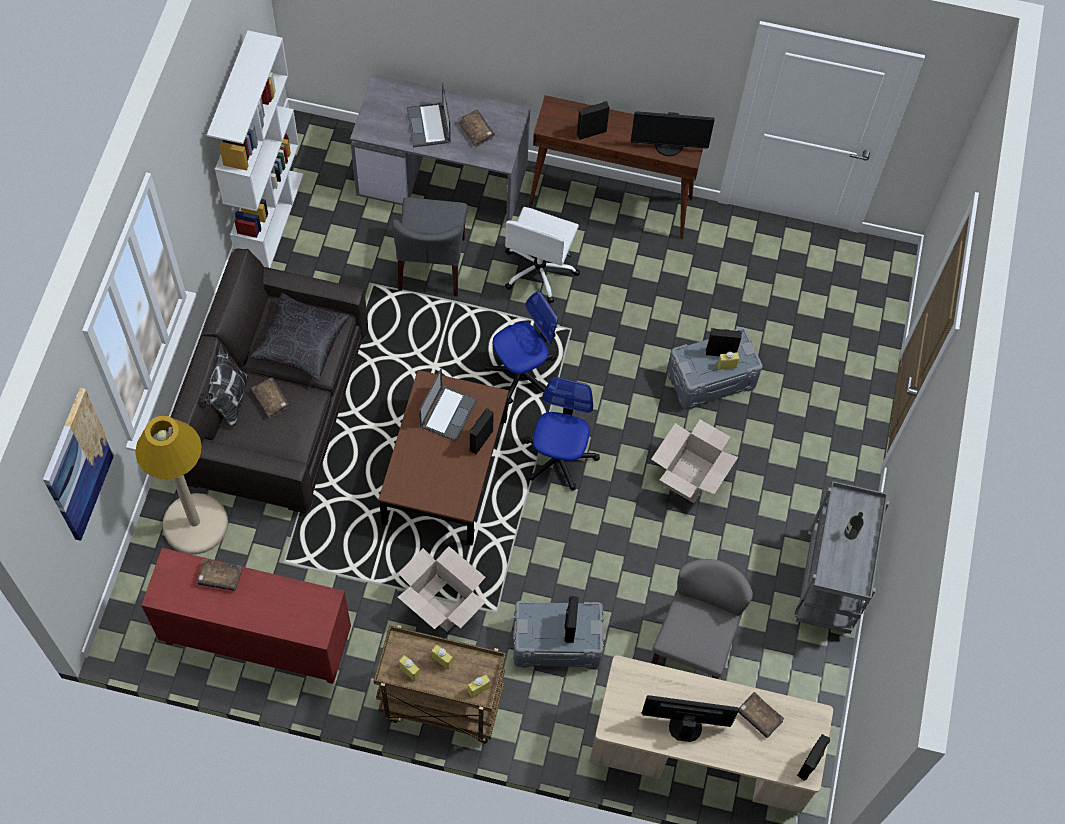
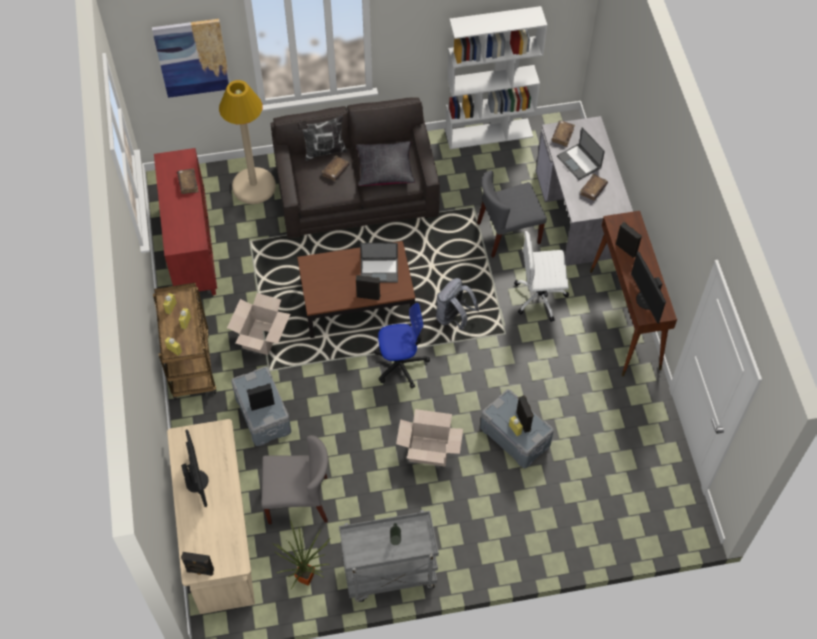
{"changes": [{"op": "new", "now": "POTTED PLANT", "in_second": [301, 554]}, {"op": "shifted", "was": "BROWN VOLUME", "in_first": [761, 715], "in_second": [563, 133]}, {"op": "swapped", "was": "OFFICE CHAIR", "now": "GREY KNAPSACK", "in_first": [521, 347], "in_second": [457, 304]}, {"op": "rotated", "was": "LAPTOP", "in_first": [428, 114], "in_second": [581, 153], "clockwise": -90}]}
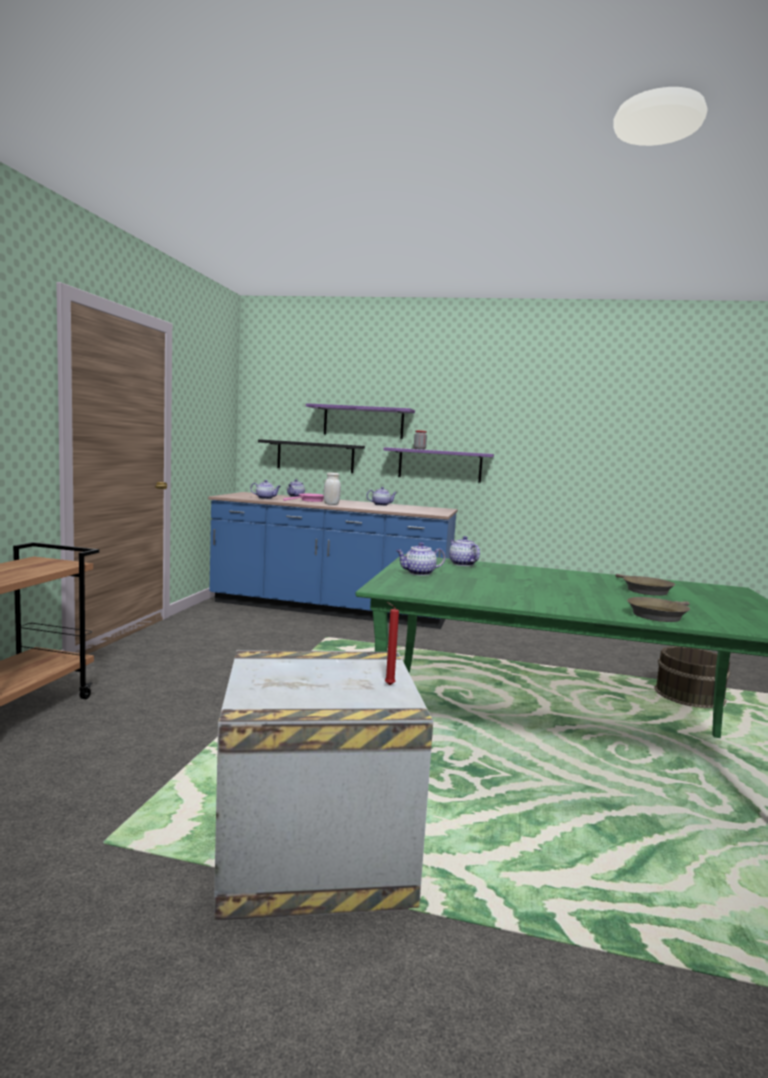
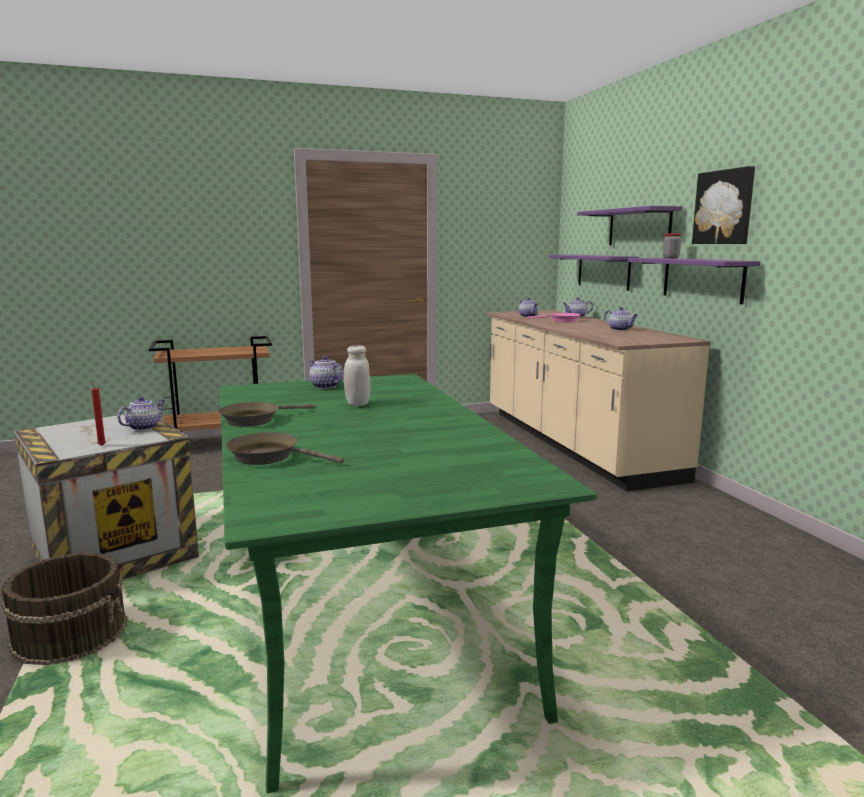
{"changes": [{"op": "new", "now": "PICTURE", "in_second": [723, 205]}, {"op": "shifted", "was": "WHITISH STORAGE JAR", "in_first": [332, 488], "in_second": [357, 375]}, {"op": "shifted", "was": "TEAPOT", "in_first": [464, 551], "in_second": [140, 413]}, {"op": "shifted", "was": "BROWN SKILLET", "in_first": [645, 585], "in_second": [266, 414]}, {"op": "shifted", "was": "BROWN WATER BUCKET", "in_first": [692, 677], "in_second": [64, 608]}, {"op": "repainted", "was": "BLUE KITCHEN BASE UNIT", "now": "SAND-COLOURED KITCHEN BASE UNIT", "in_first": [333, 560], "in_second": [599, 400]}, {"op": "repainted", "was": "BLACKISH SHELF", "now": "PURPLE SHELF", "in_first": [311, 456], "in_second": [594, 273]}]}
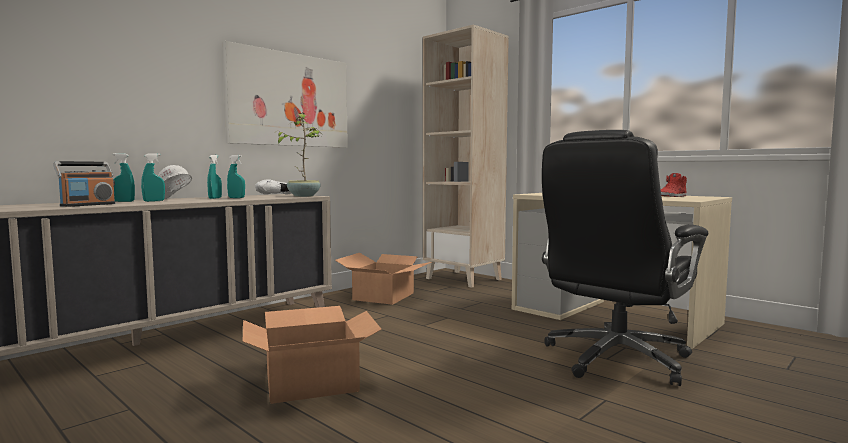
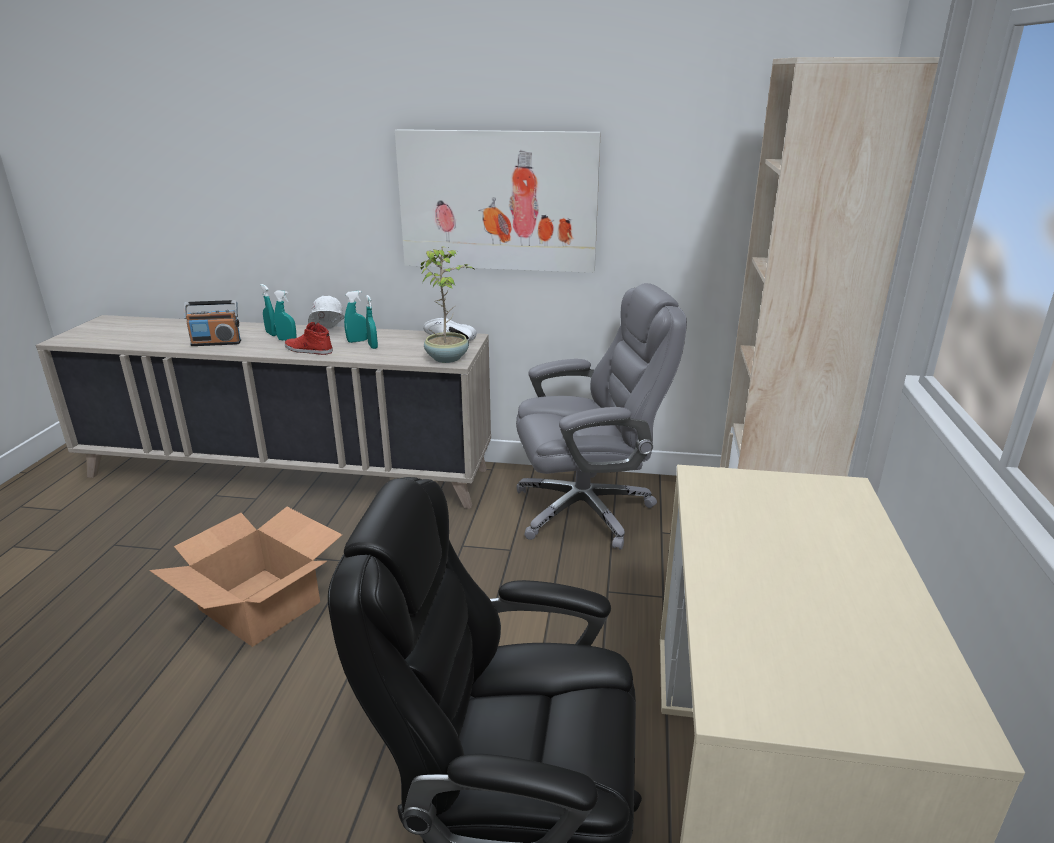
{"changes": [{"op": "shifted", "was": "RED ITEM OF FOOTWEAR", "in_first": [674, 185], "in_second": [309, 338]}, {"op": "swapped", "was": "CARTON", "now": "GREY OFFICE CHAIR", "in_first": [383, 279], "in_second": [601, 416]}]}
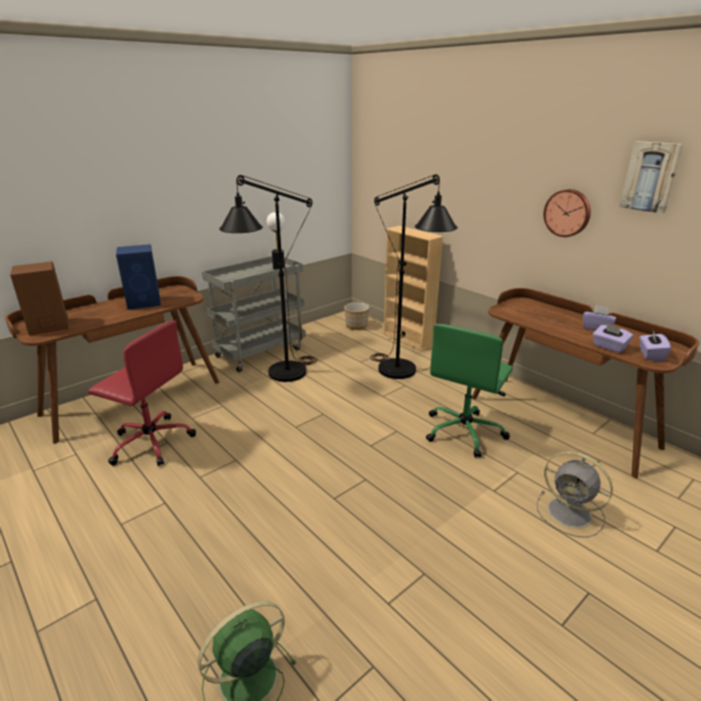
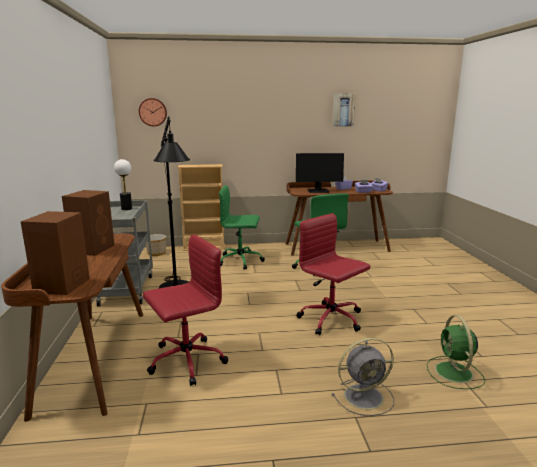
{"changes": [{"op": "new", "now": "MONITOR", "in_second": [320, 173]}, {"op": "new", "now": "RED OFFICE CHAIR", "in_second": [333, 274]}, {"op": "shifted", "was": "GREY COOLING FAN", "in_first": [575, 494], "in_second": [362, 377]}, {"op": "shifted", "was": "CLOCK ON THE WALL", "in_first": [567, 213], "in_second": [153, 112]}, {"op": "swapped", "was": "BLACKISH FLOOR LAMP", "now": "GREEN-COLOURED OFFICE CHAIR", "in_first": [414, 276], "in_second": [242, 227]}, {"op": "repainted", "was": "BLUE AUDIO SPEAKER", "now": "BROWN AUDIO SPEAKER", "in_first": [138, 277], "in_second": [88, 223]}]}
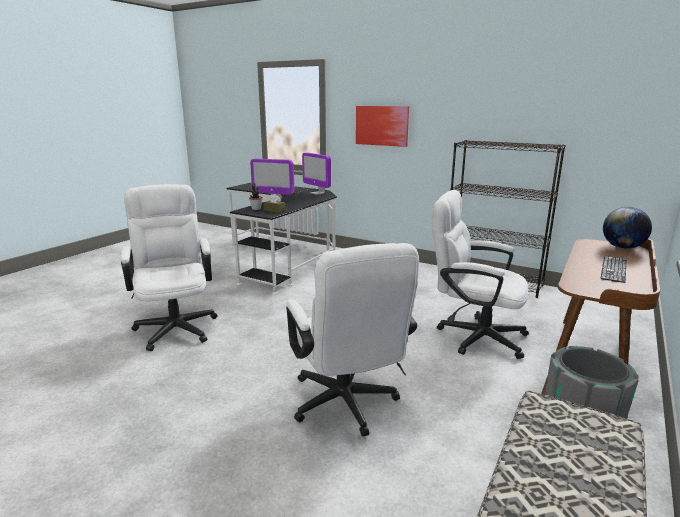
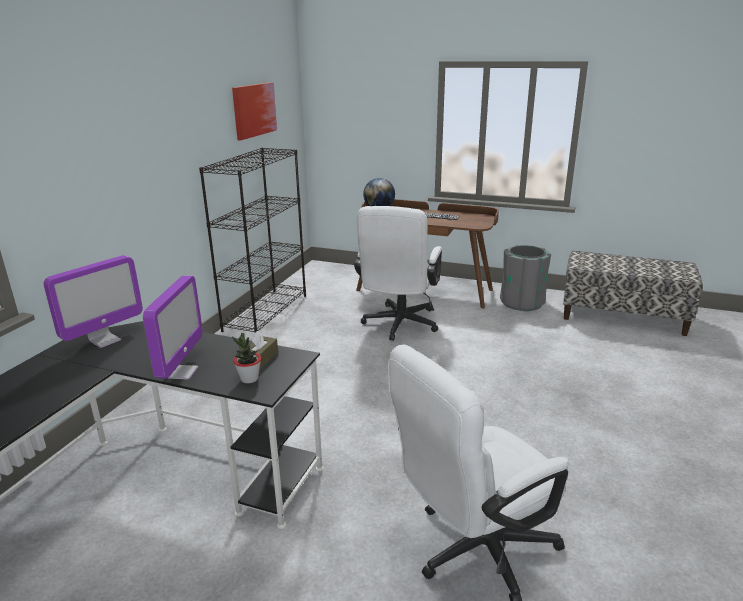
{"changes": [{"op": "gone", "was": "WHITISH OFFICE CHAIR", "in_first": [352, 339]}, {"op": "shifted", "was": "PICTURE", "in_first": [382, 126], "in_second": [254, 111]}]}
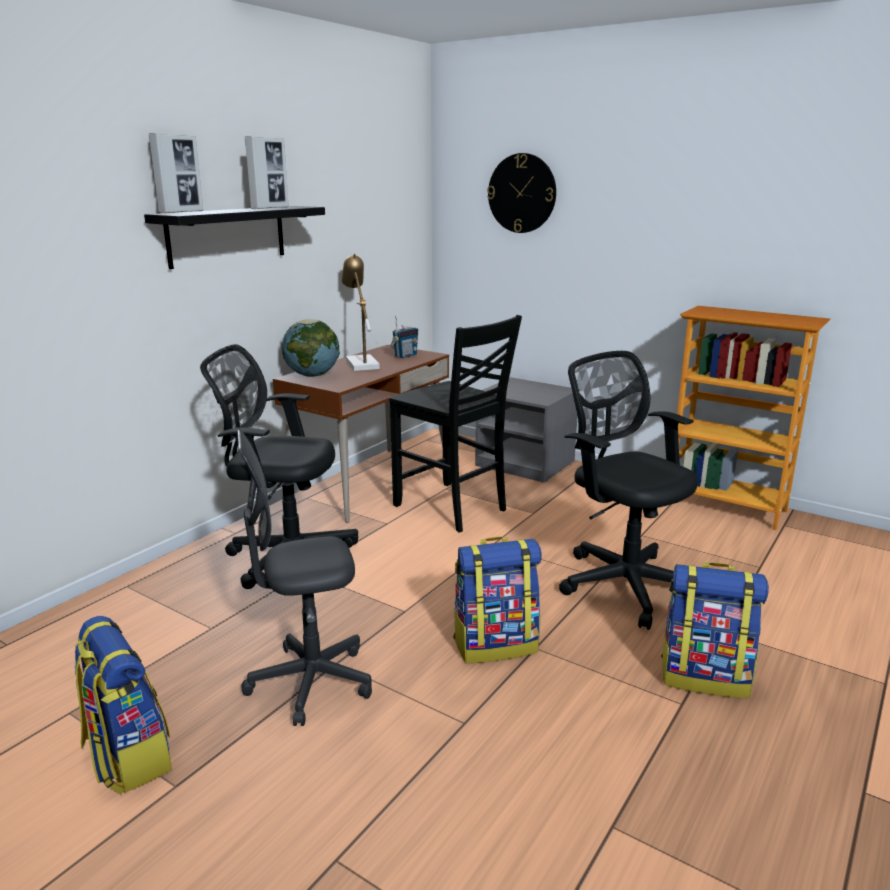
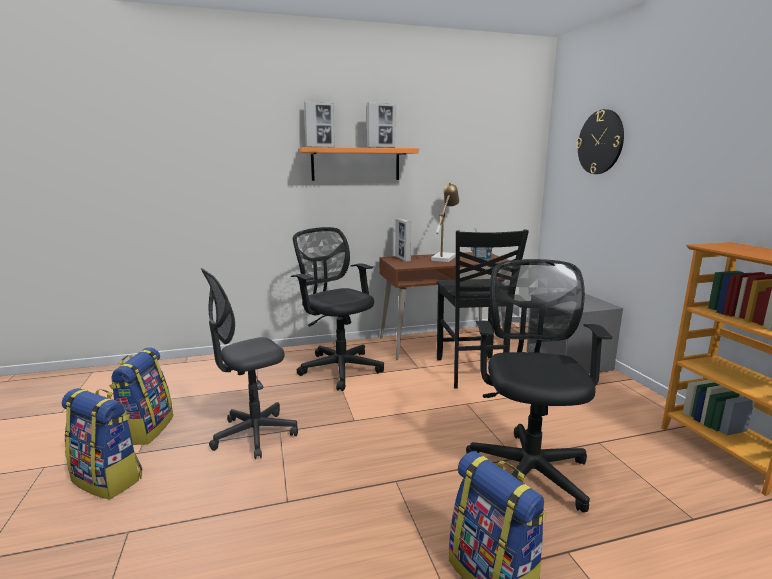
{"changes": [{"op": "shifted", "was": "KNAPSACK", "in_first": [497, 600], "in_second": [102, 444]}, {"op": "swapped", "was": "DESK GLOBE", "now": "PHOTO FRAME", "in_first": [311, 348], "in_second": [403, 240]}, {"op": "repainted", "was": "BLACKISH SHELF", "now": "ORANGEY SHELF", "in_first": [234, 237], "in_second": [359, 164]}, {"op": "rotated", "was": "GREY OFFICE CHAIR", "in_first": [304, 578], "in_second": [249, 363], "clockwise": -60}]}
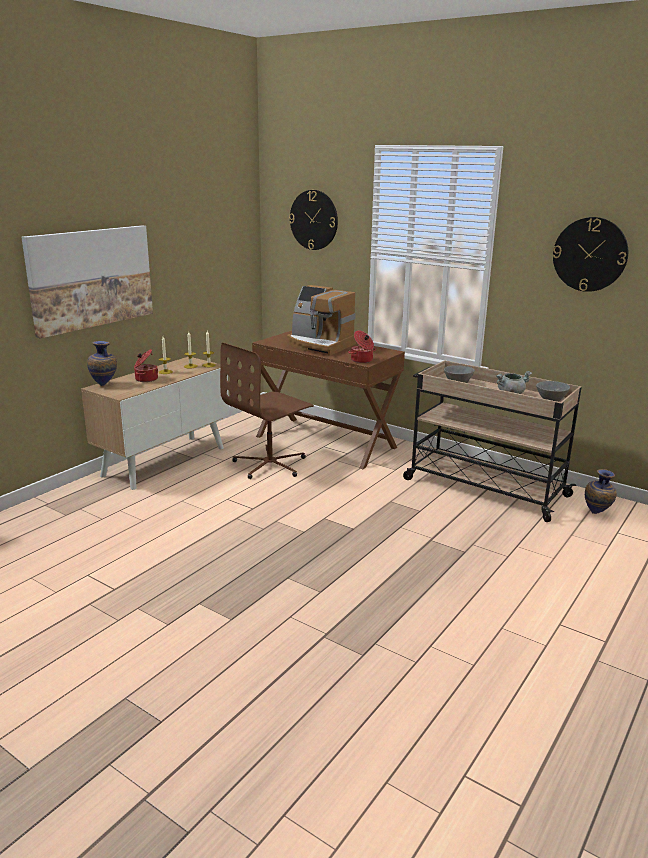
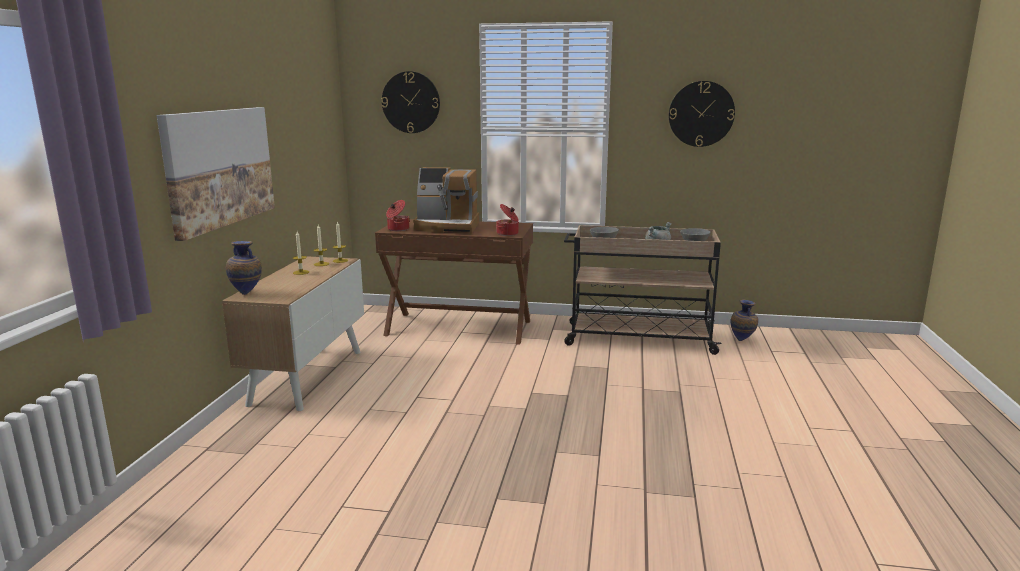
{"changes": [{"op": "gone", "was": "BROWN OFFICE CHAIR", "in_first": [267, 411]}, {"op": "shifted", "was": "STOCKPOT", "in_first": [146, 365], "in_second": [398, 215]}]}
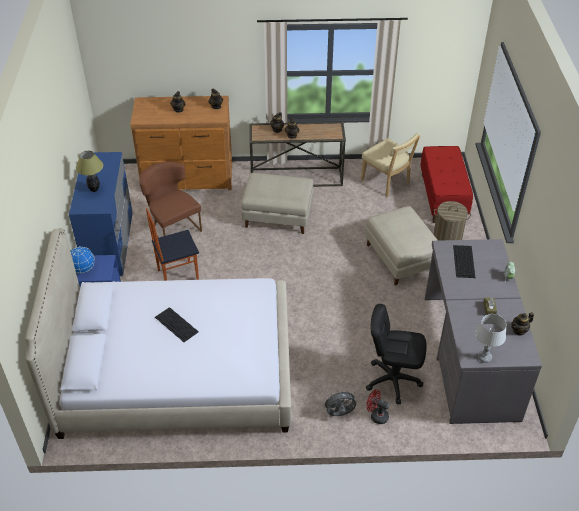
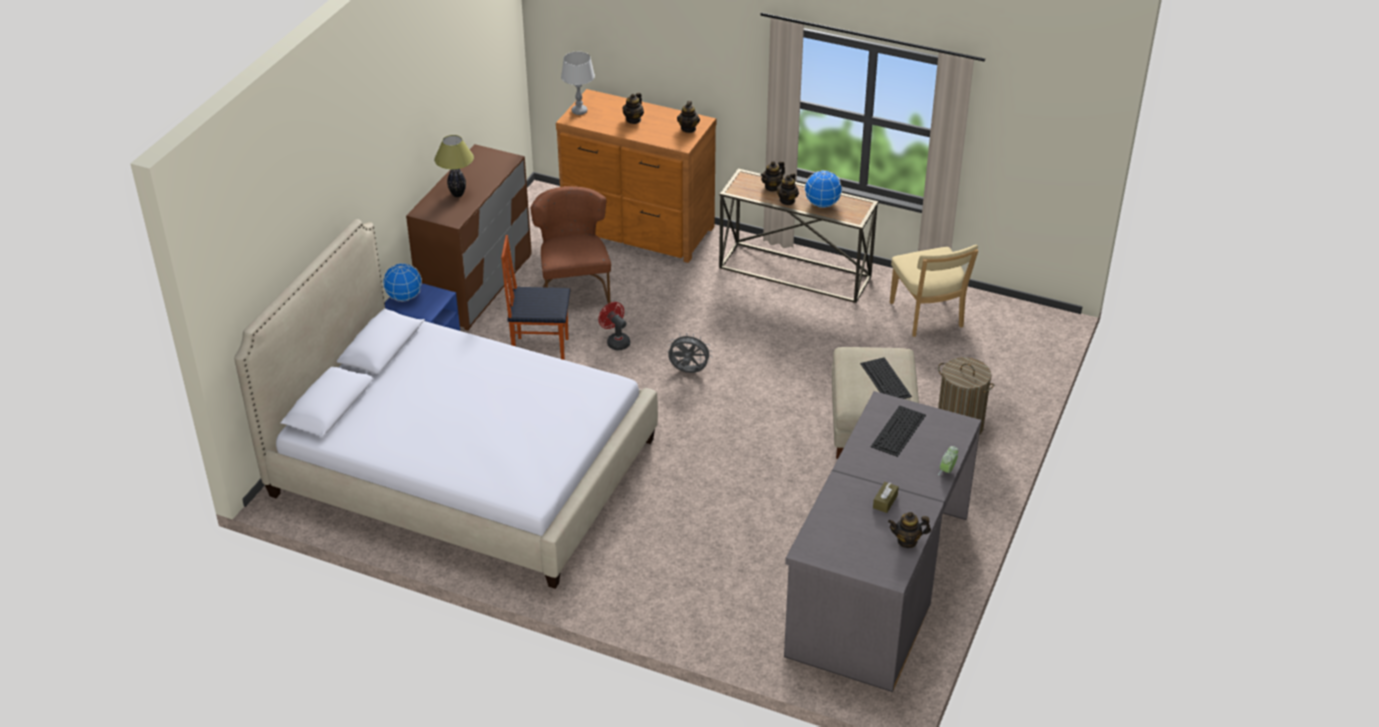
{"changes": [{"op": "gone", "was": "SAND-COLOURED OTTOMAN", "in_first": [277, 203]}, {"op": "gone", "was": "BLACKISH OFFICE CHAIR", "in_first": [396, 354]}, {"op": "gone", "was": "RED BENCH", "in_first": [446, 184]}, {"op": "new", "now": "DESK GLOBE", "in_second": [823, 189]}, {"op": "shifted", "was": "PC KEYBOARD", "in_first": [177, 324], "in_second": [886, 378]}, {"op": "shifted", "was": "GREY COOLING FAN", "in_first": [340, 402], "in_second": [690, 353]}, {"op": "shifted", "was": "RED COOLING FAN", "in_first": [378, 406], "in_second": [614, 326]}, {"op": "shifted", "was": "GREY TABLETOP LAMP", "in_first": [491, 338], "in_second": [578, 83]}, {"op": "repainted", "was": "BLUE CHEST OF DRAWERS", "now": "BROWN CHEST OF DRAWERS", "in_first": [101, 214], "in_second": [469, 237]}]}
